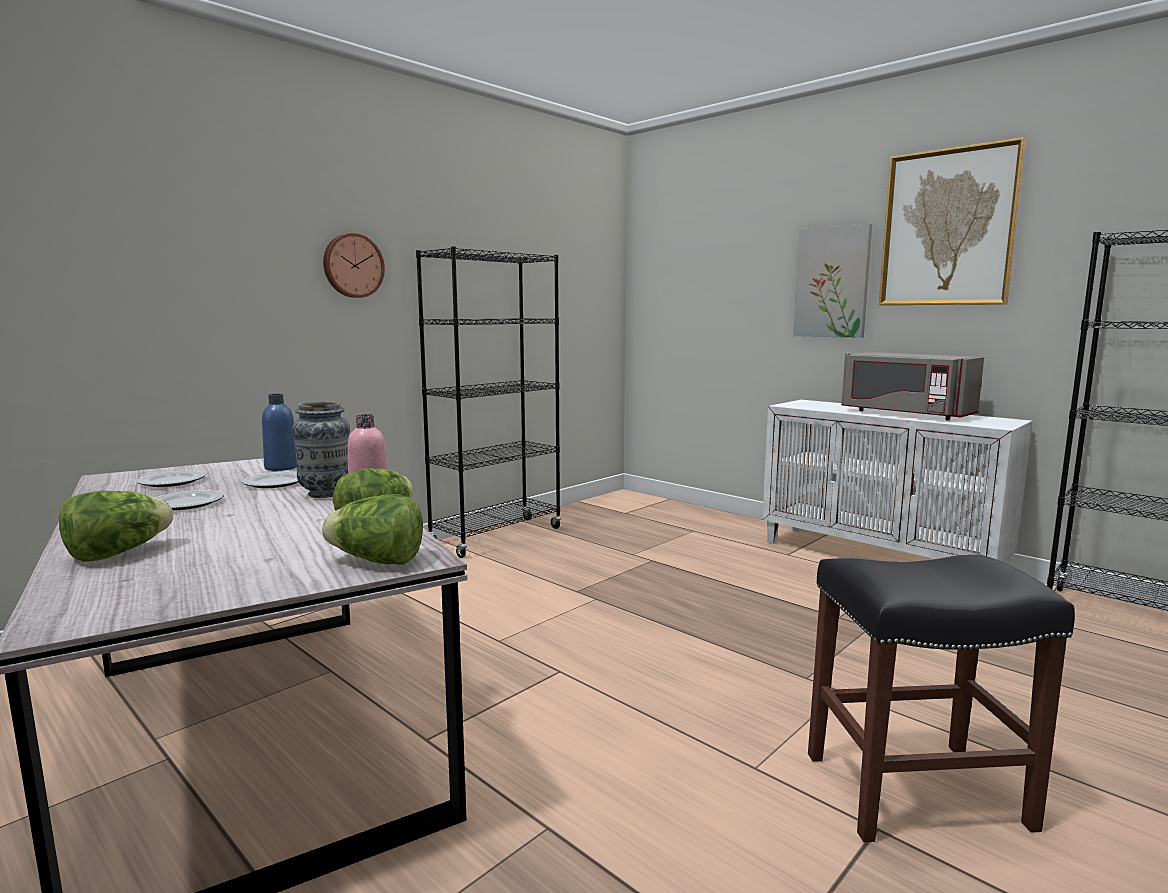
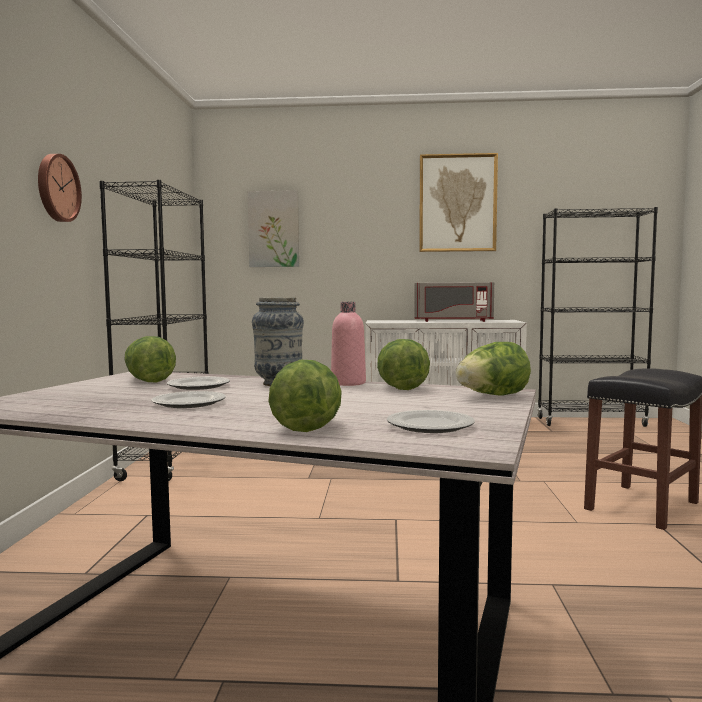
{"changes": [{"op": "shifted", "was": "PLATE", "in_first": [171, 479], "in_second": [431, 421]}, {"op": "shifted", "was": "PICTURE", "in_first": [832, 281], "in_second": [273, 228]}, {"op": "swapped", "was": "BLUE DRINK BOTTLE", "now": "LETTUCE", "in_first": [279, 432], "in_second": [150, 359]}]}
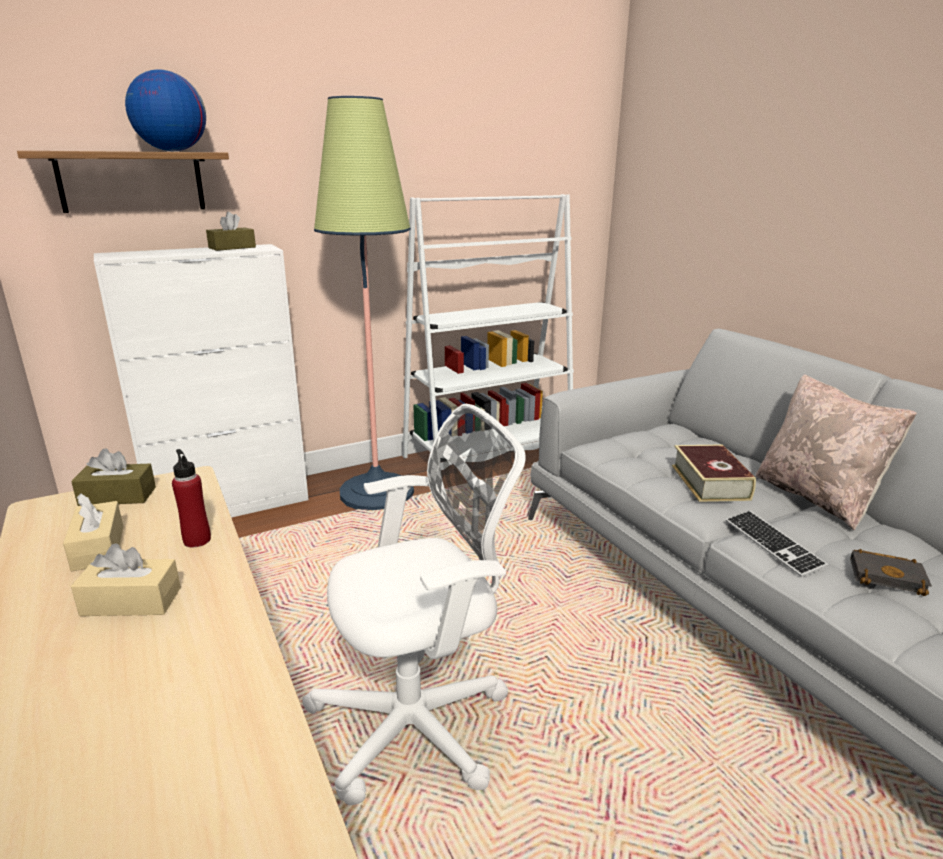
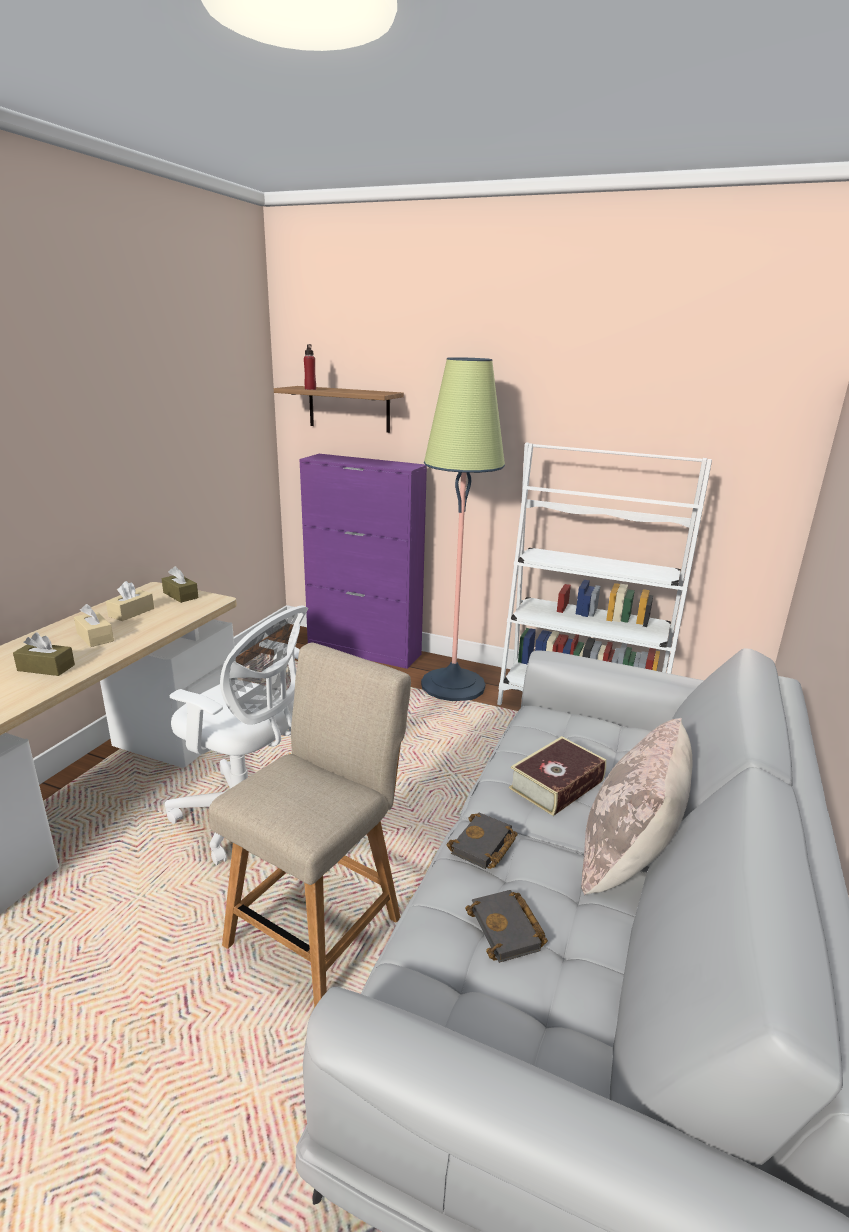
{"changes": [{"op": "gone", "was": "DESK GLOBE", "in_first": [165, 110]}, {"op": "new", "now": "SAND-COLOURED UPRIGHT CHAIR", "in_second": [310, 825]}, {"op": "shifted", "was": "RED DRINK BOTTLE", "in_first": [191, 498], "in_second": [310, 367]}, {"op": "shifted", "was": "BROWN TISSUE HOLDER", "in_first": [231, 231], "in_second": [44, 654]}, {"op": "swapped", "was": "PC KEYBOARD", "now": "BLACKISH VOLUME", "in_first": [777, 544], "in_second": [482, 841]}, {"op": "repainted", "was": "WHITISH STORAGE CABINET", "now": "PURPLE STORAGE CABINET", "in_first": [201, 381], "in_second": [363, 561]}]}
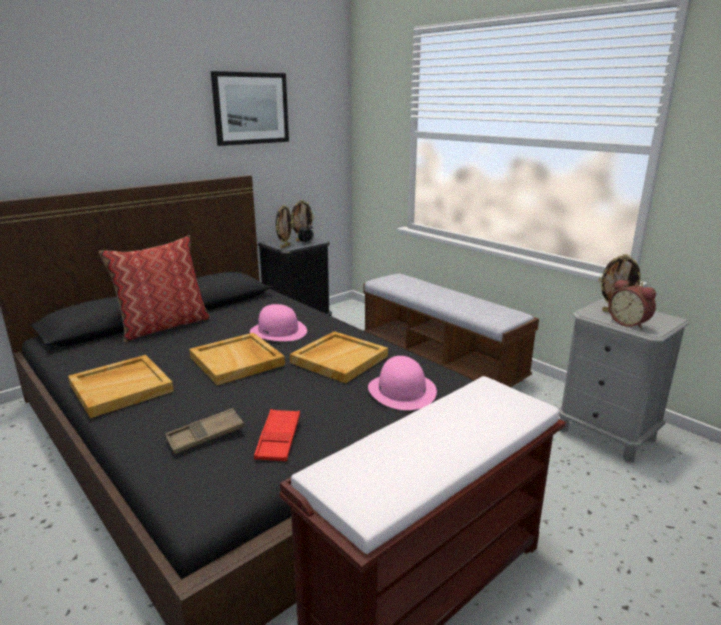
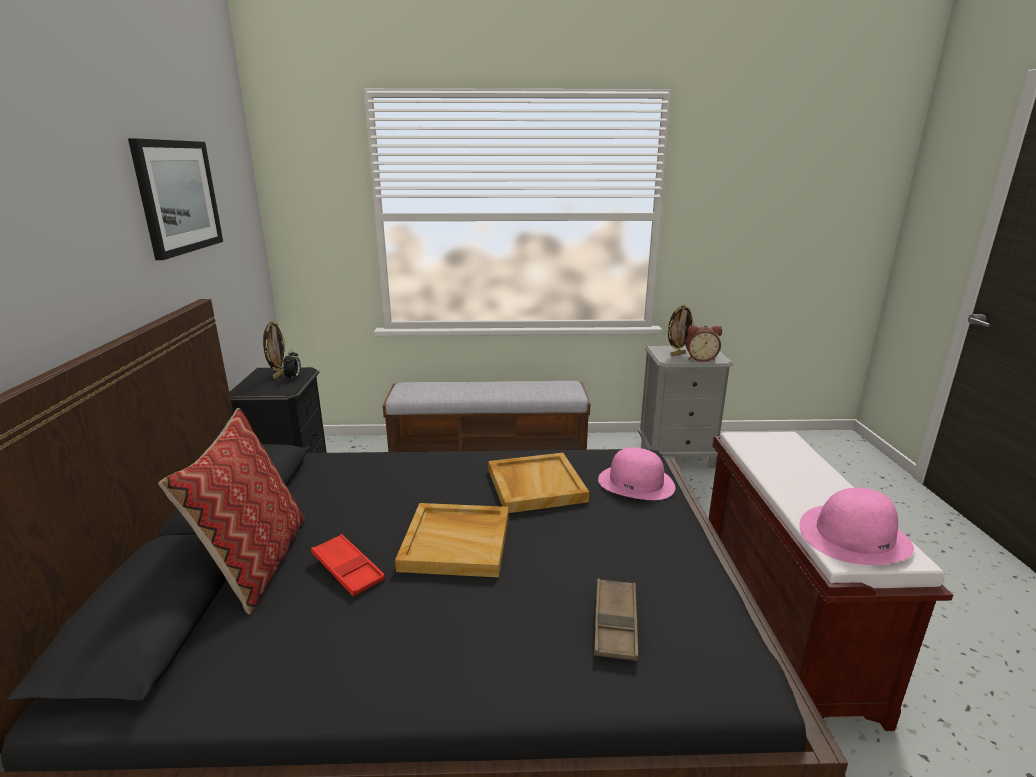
{"changes": [{"op": "gone", "was": "SAND-COLOURED CARRYING TRAY", "in_first": [121, 386]}, {"op": "gone", "was": "PHOTO FRAME", "in_first": [284, 227]}, {"op": "shifted", "was": "PINKISH WEARABLE HAT", "in_first": [278, 322], "in_second": [856, 526]}, {"op": "shifted", "was": "RED CARRYING TRAY", "in_first": [277, 435], "in_second": [348, 565]}]}
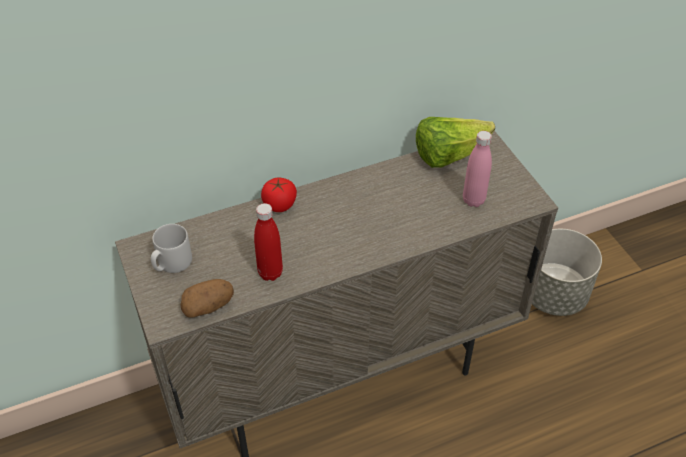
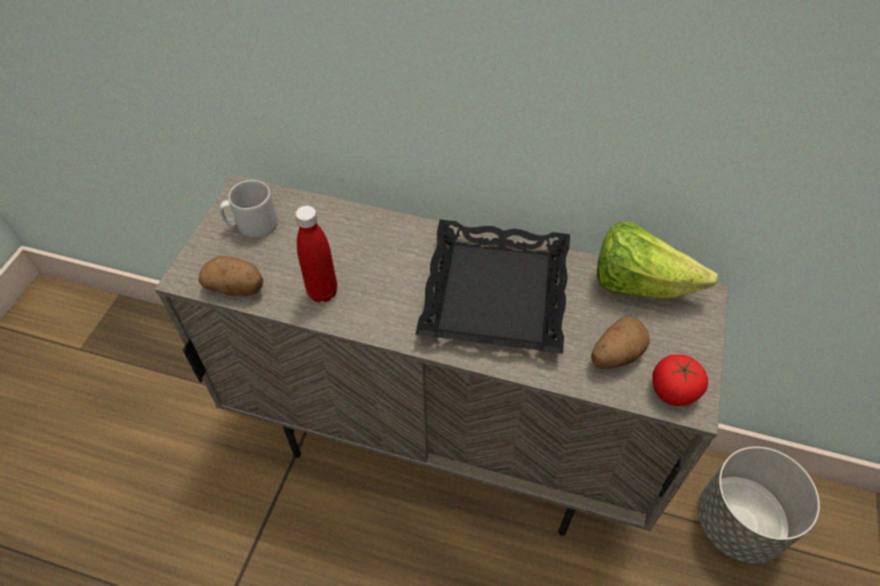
{"changes": [{"op": "new", "now": "BLACKISH CARRYING TRAY", "in_second": [492, 286]}, {"op": "shifted", "was": "TOMATO", "in_first": [279, 195], "in_second": [680, 380]}, {"op": "swapped", "was": "PINKISH DRINK BOTTLE", "now": "WHOLE POTATO", "in_first": [477, 169], "in_second": [620, 343]}]}
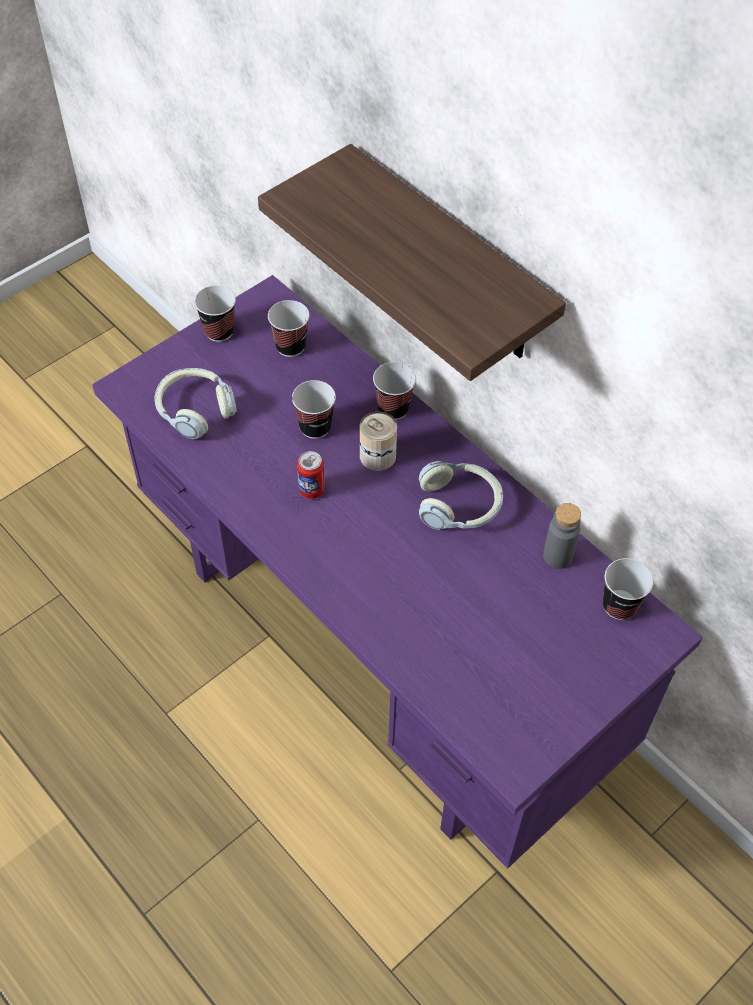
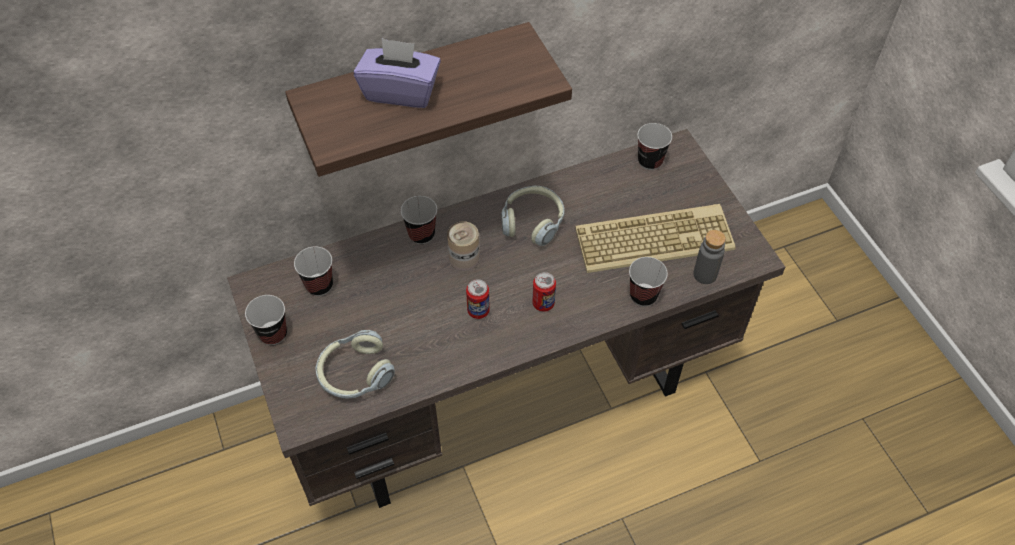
{"changes": [{"op": "new", "now": "PURPLE TISSUE HOLDER", "in_second": [397, 73]}, {"op": "new", "now": "METAL CAN", "in_second": [544, 292]}, {"op": "new", "now": "PC KEYBOARD", "in_second": [655, 238]}, {"op": "shifted", "was": "CUP", "in_first": [314, 409], "in_second": [648, 282]}, {"op": "shifted", "was": "GREY DRINK BOTTLE", "in_first": [562, 536], "in_second": [709, 257]}, {"op": "repainted", "was": "PURPLE DESK UNIT", "now": "BROWN DESK UNIT", "in_first": [397, 572], "in_second": [506, 318]}]}
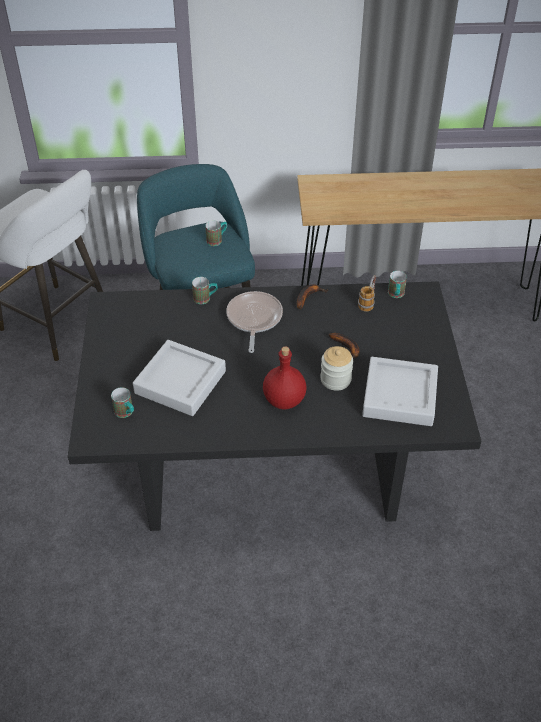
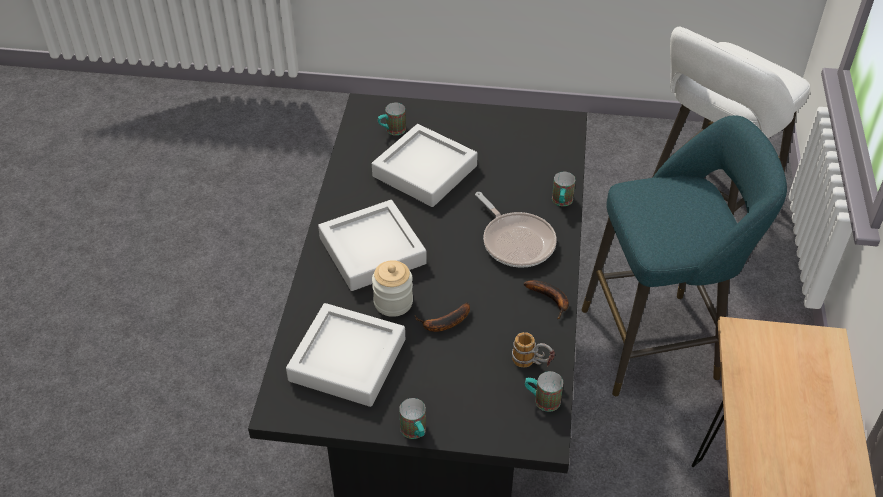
{"changes": [{"op": "shifted", "was": "COFFEE MUG", "in_first": [216, 233], "in_second": [412, 418]}, {"op": "swapped", "was": "RED DRINK BOTTLE", "now": "GREY CARRYING TRAY", "in_first": [284, 377], "in_second": [372, 245]}, {"op": "rotated", "was": "SKILLET", "in_first": [254, 322], "in_second": [516, 230], "clockwise": 45}]}
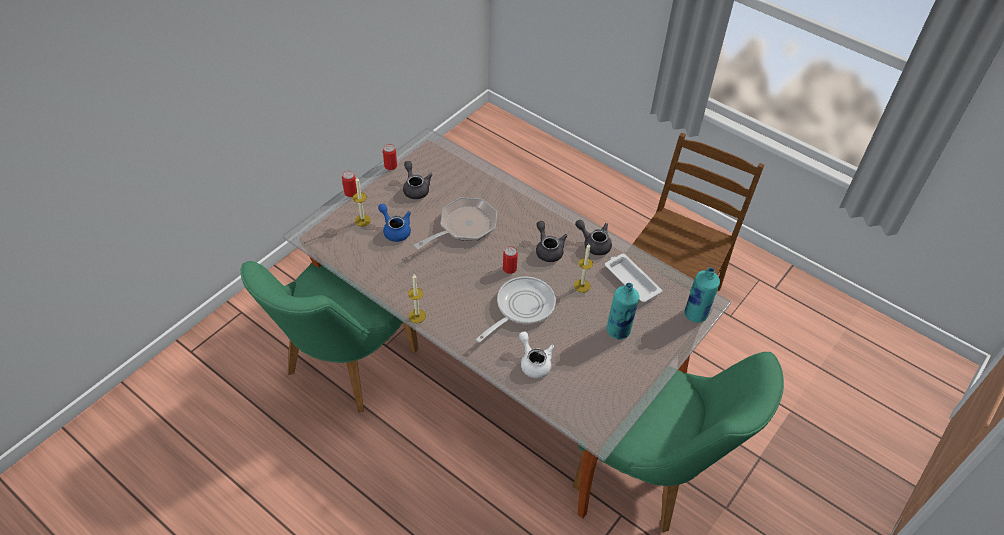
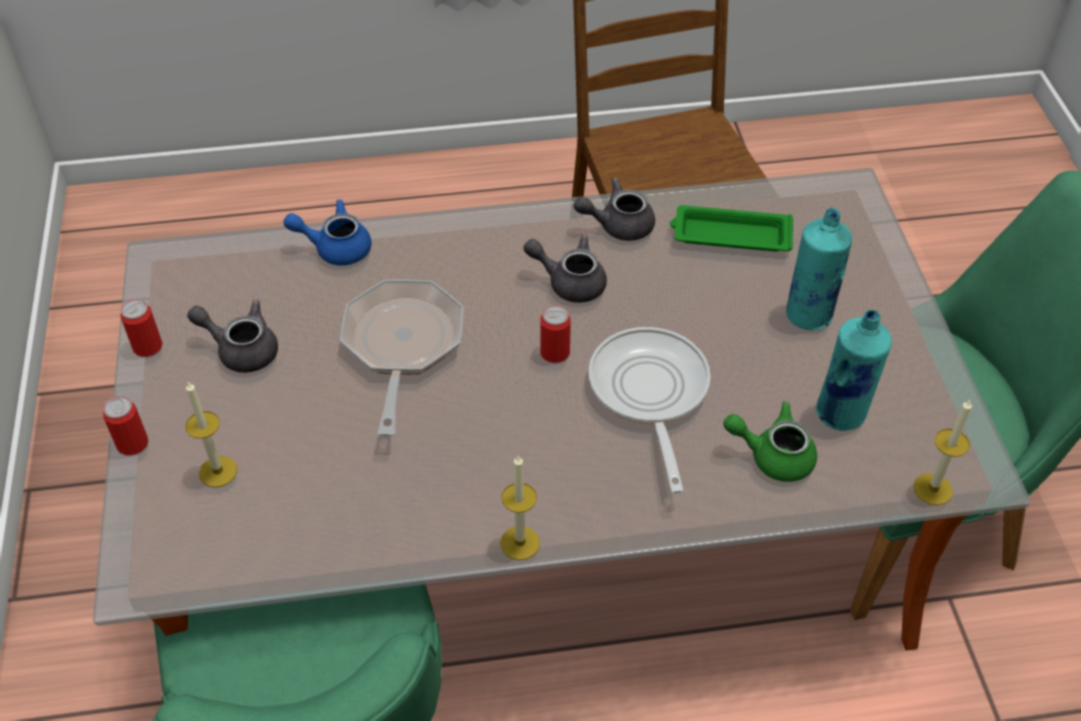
{"changes": [{"op": "shifted", "was": "BLUE TEAPOT", "in_first": [394, 223], "in_second": [327, 232]}, {"op": "shifted", "was": "WAX CANDLE", "in_first": [583, 268], "in_second": [943, 452]}, {"op": "shifted", "was": "TURQUOISE DRINK BOTTLE", "in_first": [702, 295], "in_second": [854, 370]}, {"op": "repainted", "was": "WHITISH TEAPOT", "now": "GREEN-COLOURED TEAPOT", "in_first": [536, 354], "in_second": [770, 441]}, {"op": "repainted", "was": "WHITISH CARRYING TRAY", "now": "GREEN-COLOURED CARRYING TRAY", "in_first": [634, 278], "in_second": [731, 228]}]}
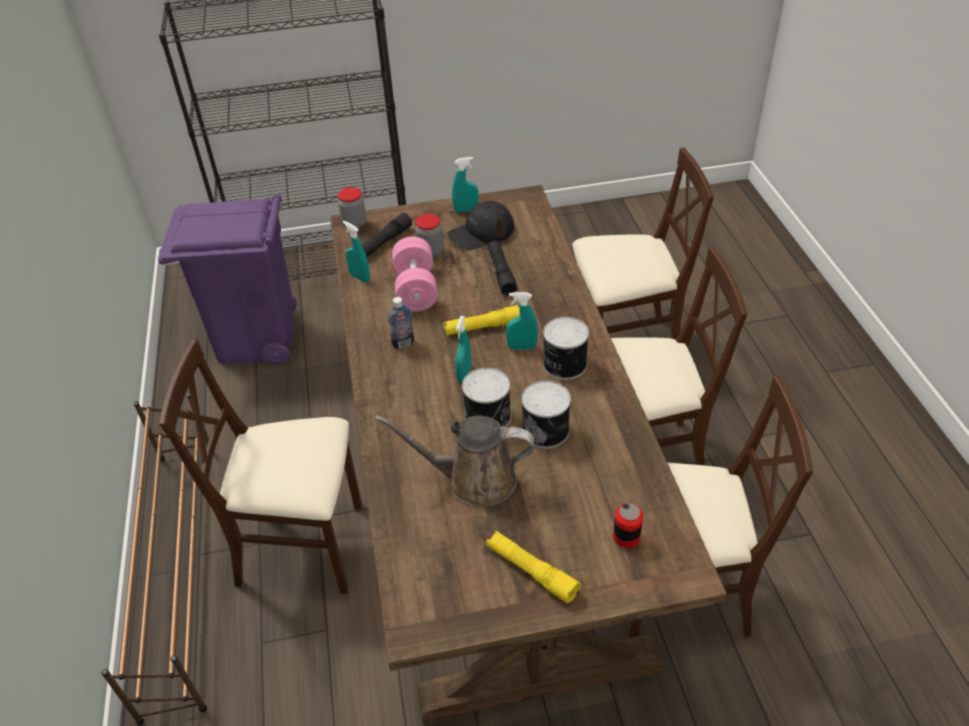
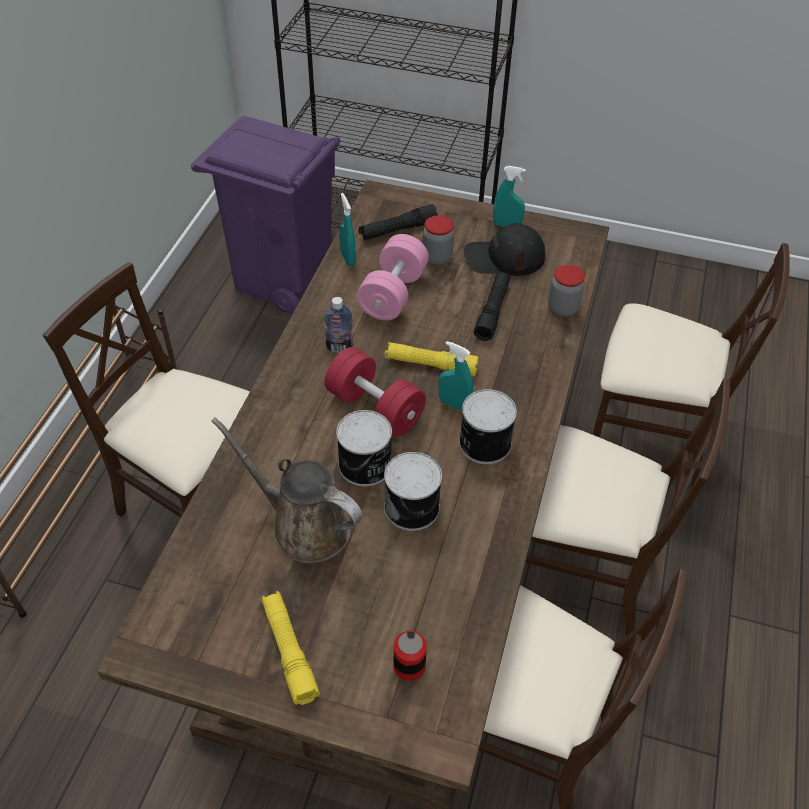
{"changes": [{"op": "shifted", "was": "STORAGE JAR", "in_first": [352, 208], "in_second": [566, 291]}, {"op": "swapped", "was": "TURQUOISE SPRAYER", "now": "RED FREE WEIGHT", "in_first": [463, 349], "in_second": [375, 392]}]}
